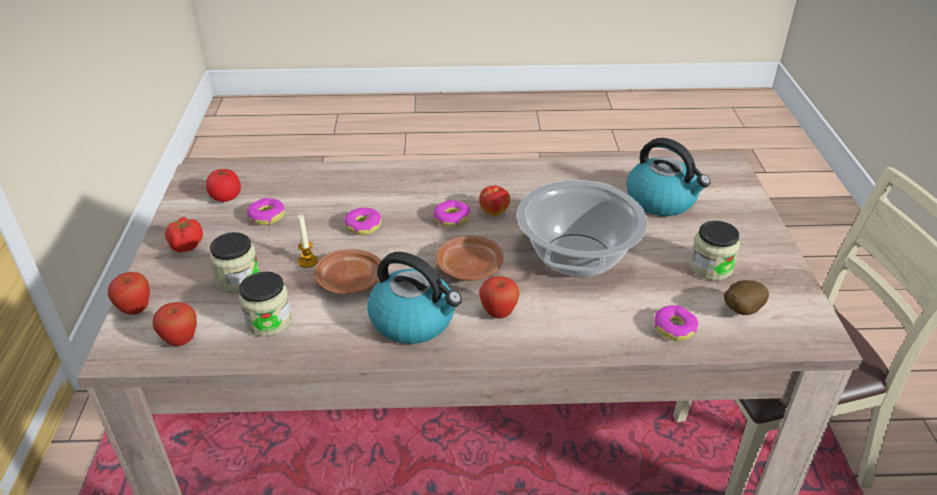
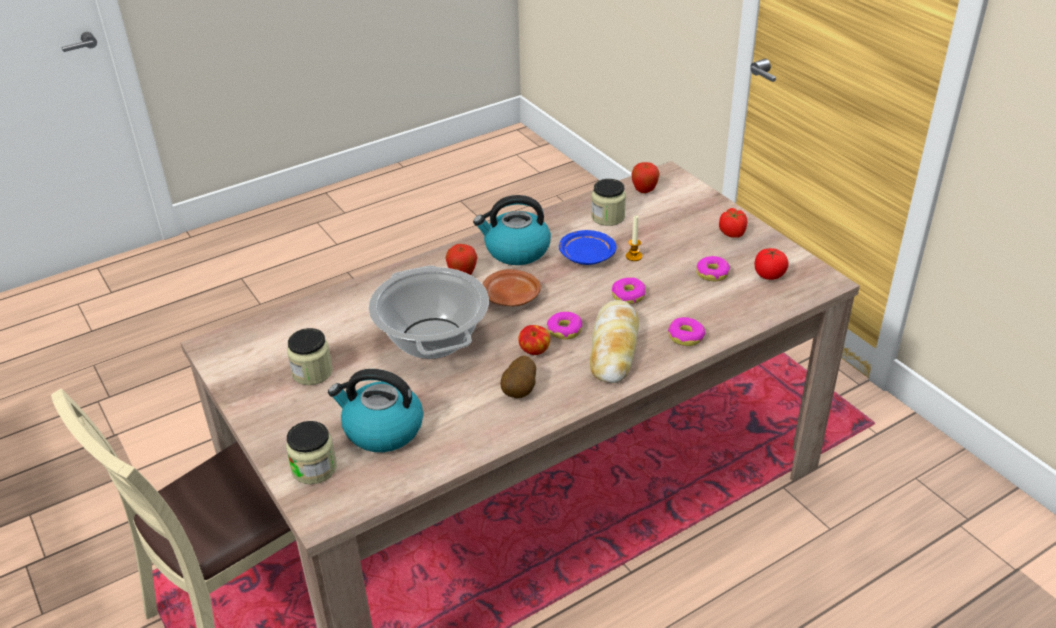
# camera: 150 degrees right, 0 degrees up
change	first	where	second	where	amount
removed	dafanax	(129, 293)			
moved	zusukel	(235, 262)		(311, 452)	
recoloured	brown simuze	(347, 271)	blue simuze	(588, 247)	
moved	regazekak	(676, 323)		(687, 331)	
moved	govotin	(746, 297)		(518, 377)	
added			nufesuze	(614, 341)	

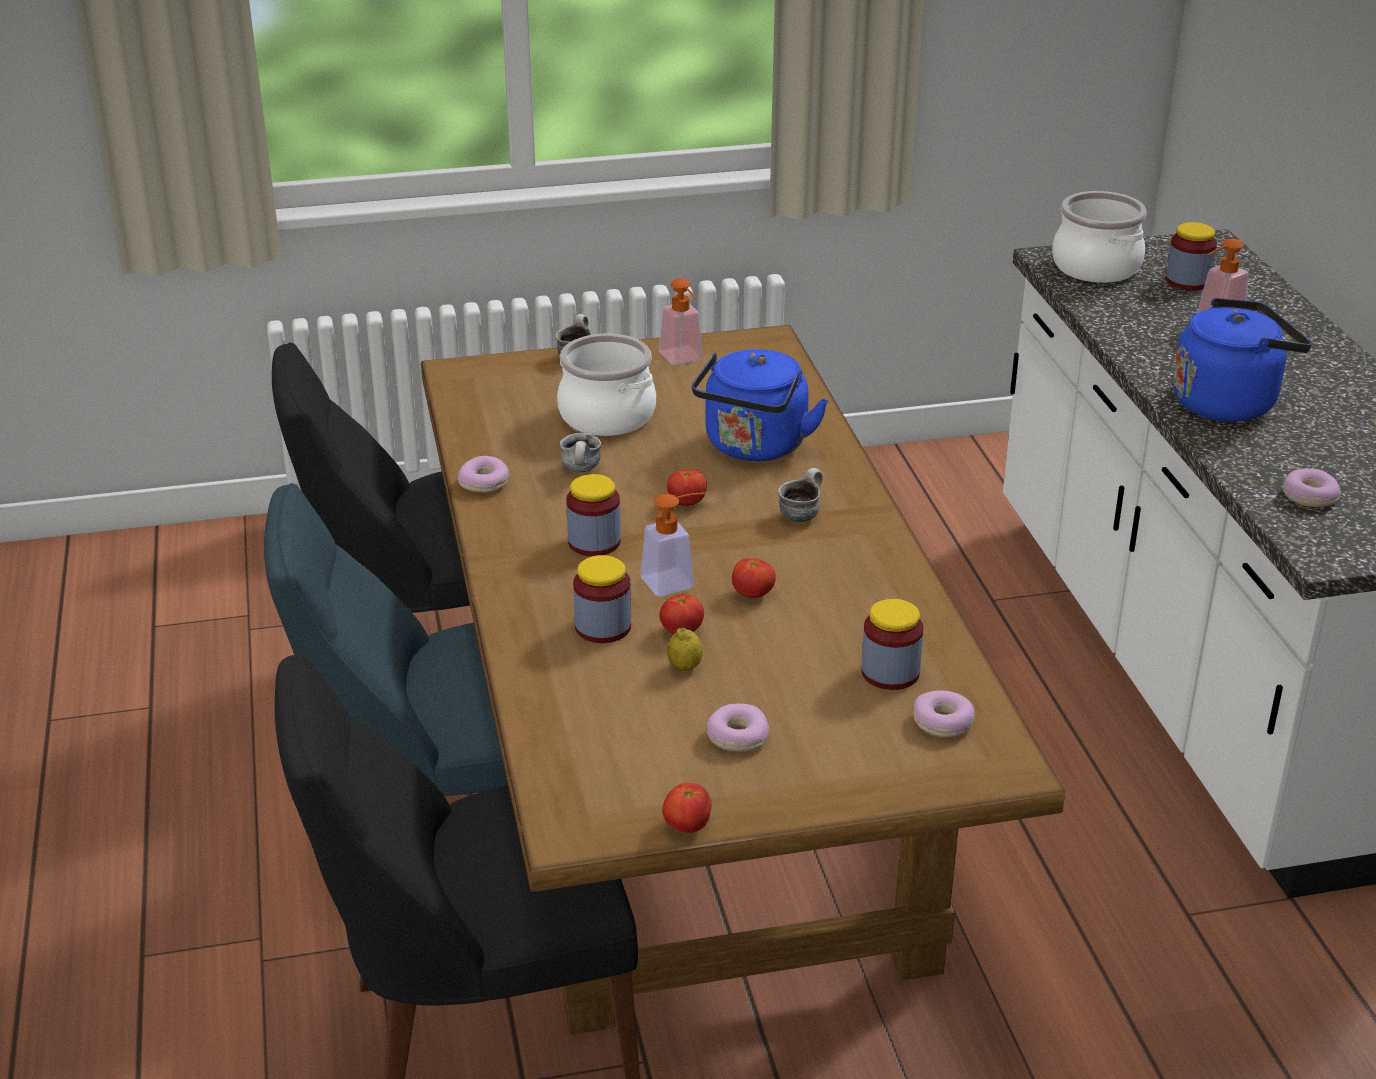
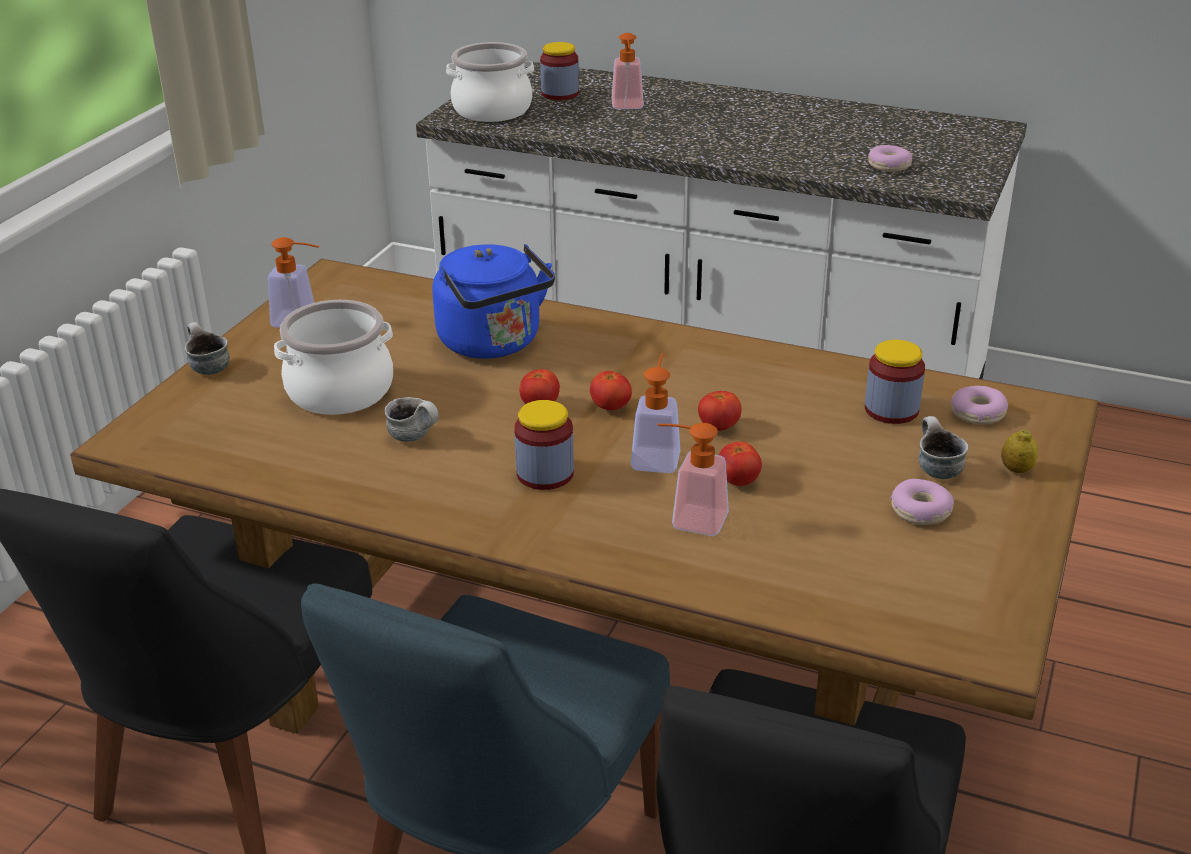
# camera: 55 degrees left, 0 degrees up
change	first	where	second	where	amount
removed	regazekak	(483, 474)			
replaced	zusukel	(602, 599)	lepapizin	(693, 479)	
moved	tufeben	(687, 808)		(611, 390)	
moved	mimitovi	(685, 649)		(1019, 451)	
moved	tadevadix	(800, 495)		(944, 447)	
removed	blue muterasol	(1242, 360)			

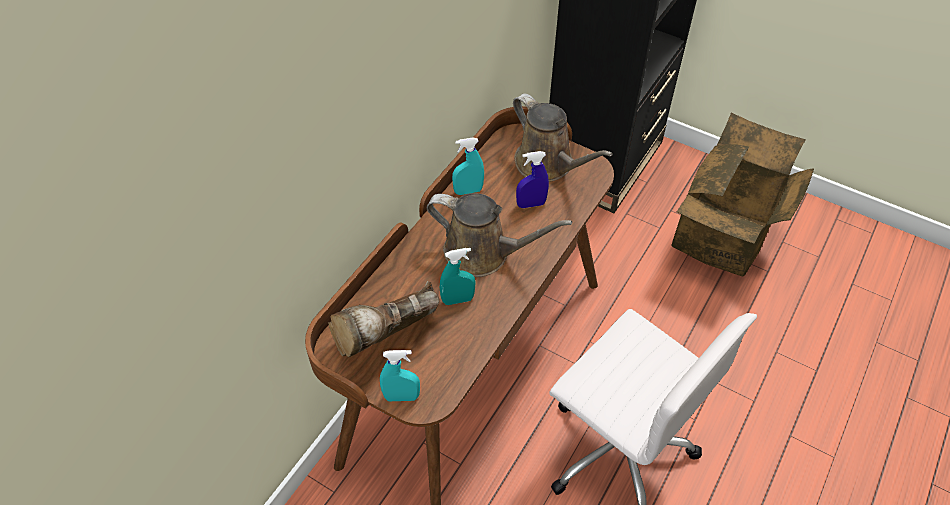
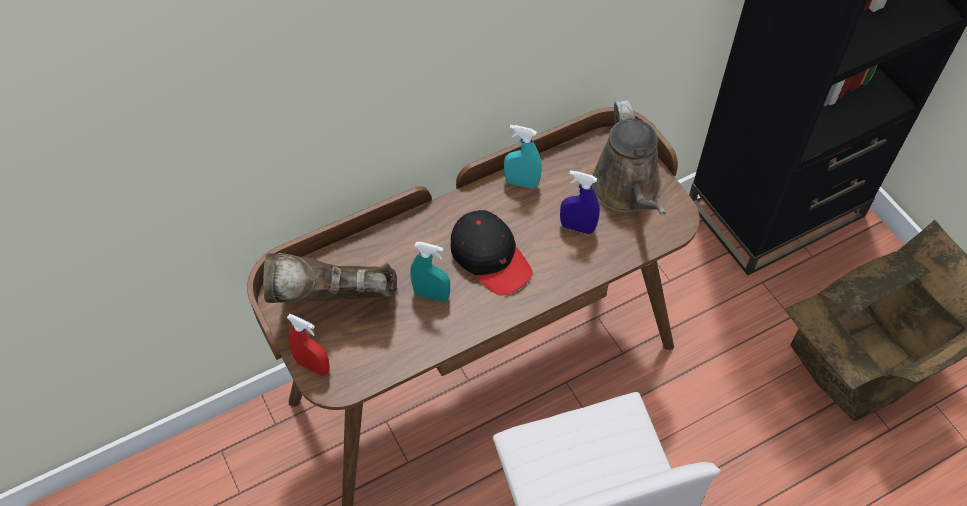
# camera: 30 degrees right, 5 degrees up
change	first	where	second	where	amount
recoloured	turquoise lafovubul	(400, 375)	red lafovubul	(308, 345)	
replaced	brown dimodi	(499, 235)	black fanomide	(491, 253)	

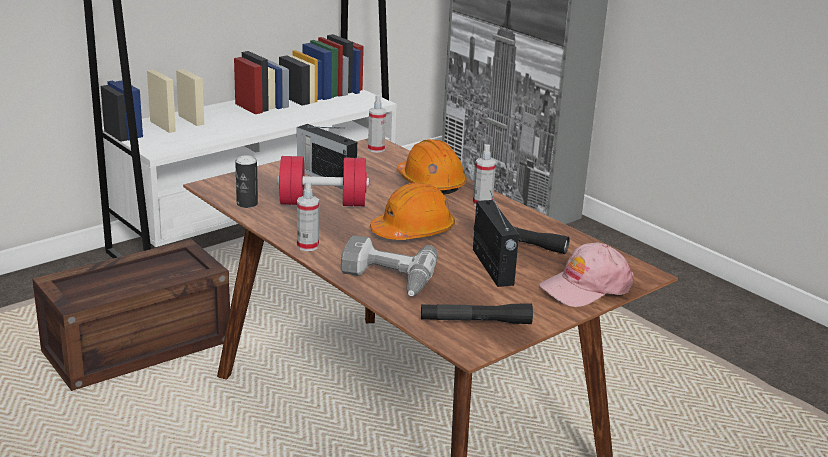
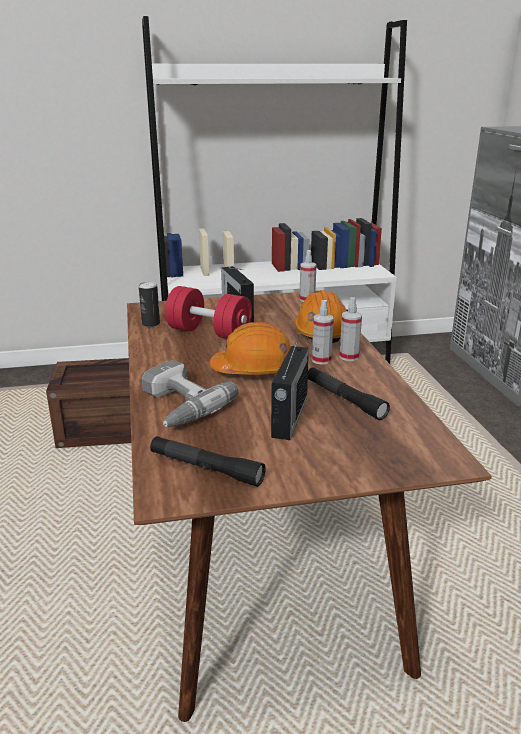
# camera: 30 degrees right, 0 degrees up
change	first	where	second	where	amount
moved	lafovubul	(308, 216)		(323, 332)	
removed	pink fanomide	(586, 274)			

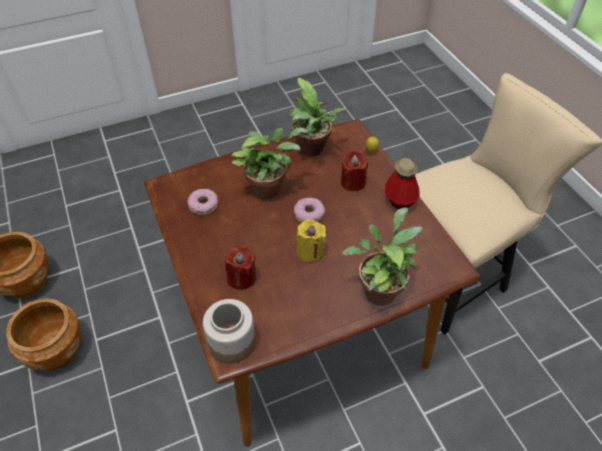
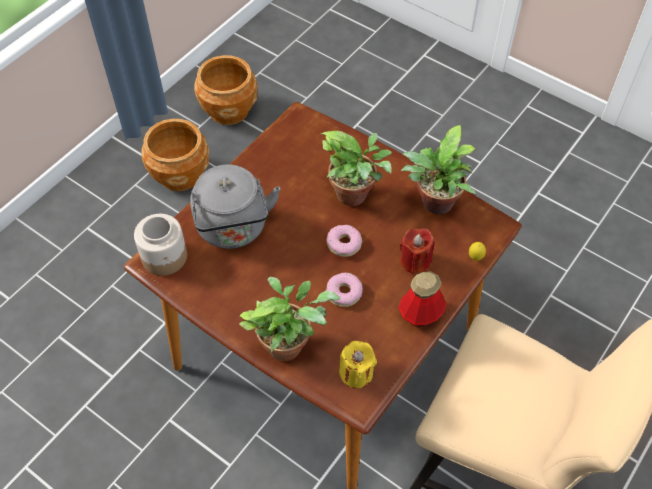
# camera: 60 degrees right, 5 degrees up
change	first	where	second	where	amount
moved	regazekak	(202, 202)		(344, 290)	
replaced	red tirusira	(240, 267)	grey muterasol	(235, 206)	
moved	yellow tirusira	(311, 240)		(358, 364)	

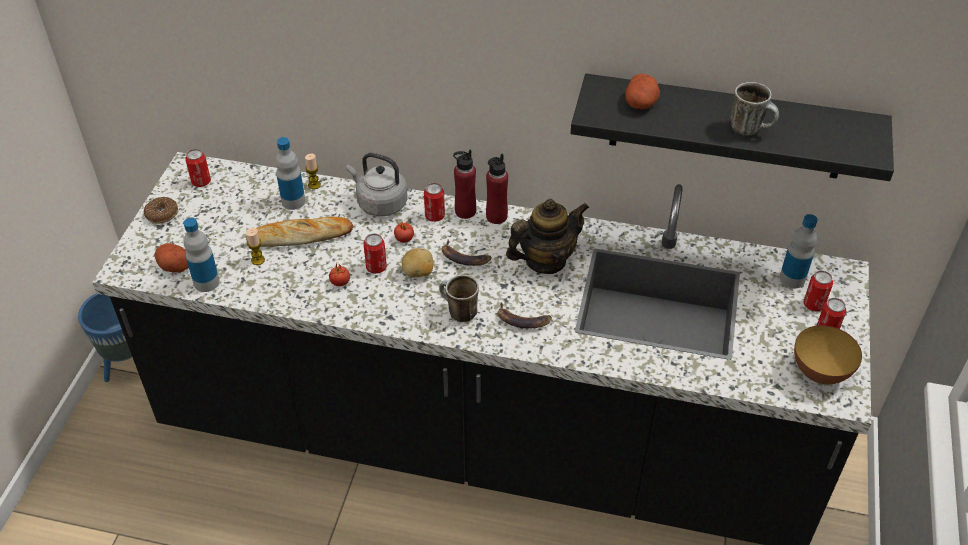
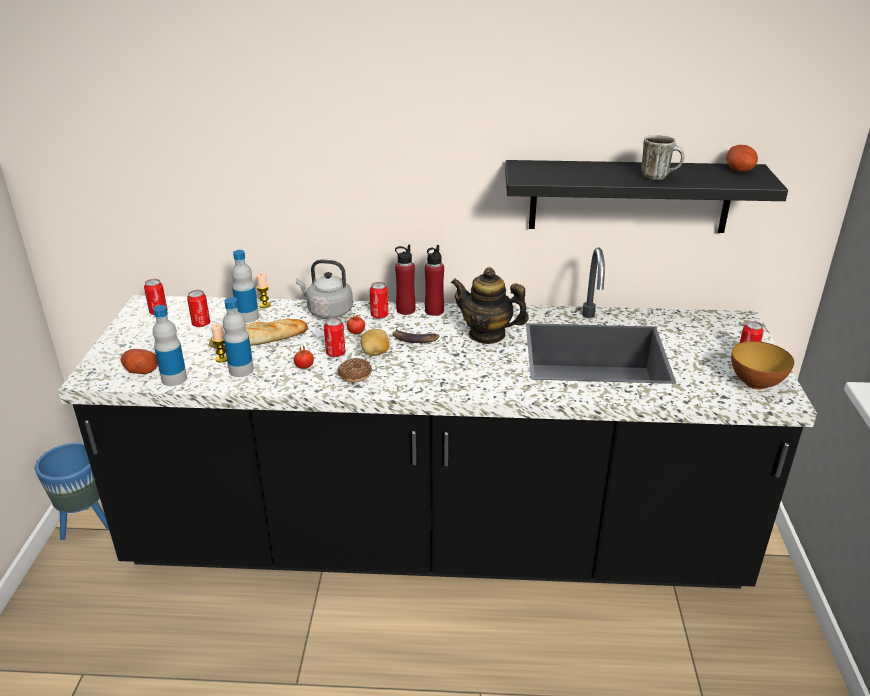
# camera: 10 degrees left, 15 degrees down
change	first	where	second	where	amount
moved	regazekak	(161, 210)		(355, 370)	
removed	tadevadix	(459, 298)			
removed	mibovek	(525, 315)			
turned	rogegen	(547, 236)		(490, 305)	120 degrees counterclockwise
moved	govotin	(642, 91)		(742, 158)	
moved	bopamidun	(798, 251)		(238, 337)	
moved	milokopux	(818, 291)		(198, 308)	

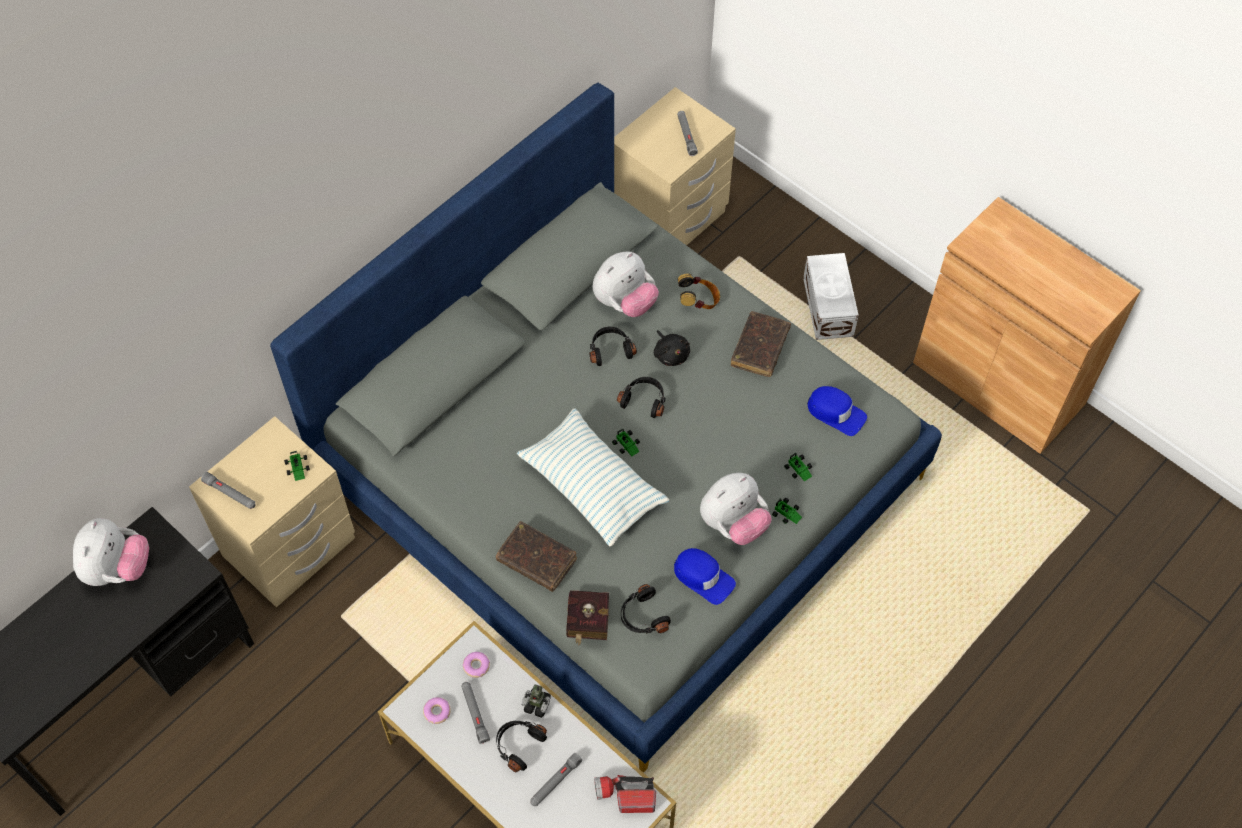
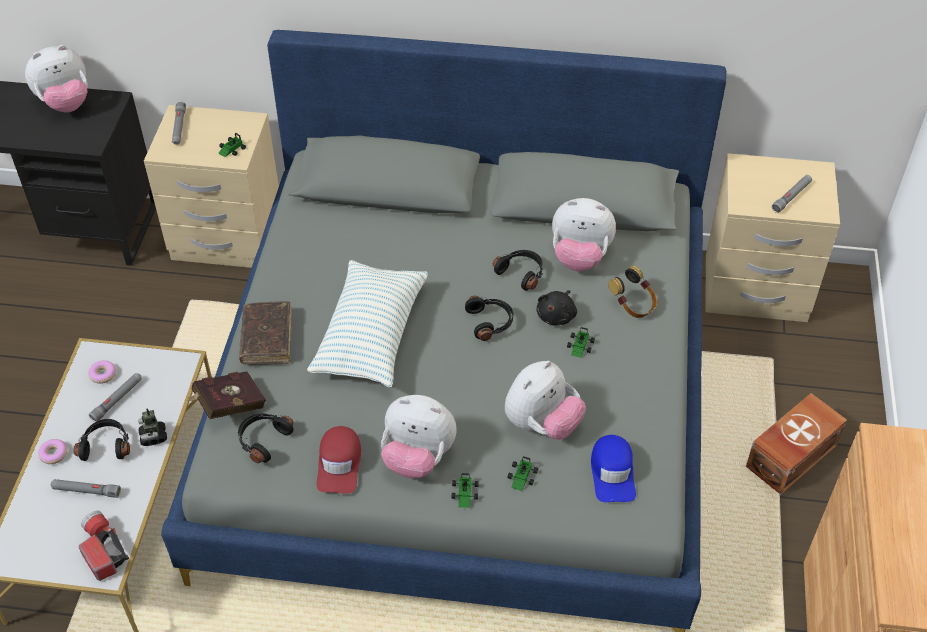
# camera: 55 degrees right, 10 degrees down
change	first	where	second	where	amount
moved	regazekak	(476, 665)		(53, 451)	
moved	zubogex	(626, 442)		(581, 342)	
recoloured	blue fanomide	(705, 576)	red fanomide	(339, 460)	
removed	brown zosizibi	(761, 344)			
recoloured	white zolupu	(831, 296)	brown zolupu	(796, 444)	
added			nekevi	(545, 400)	

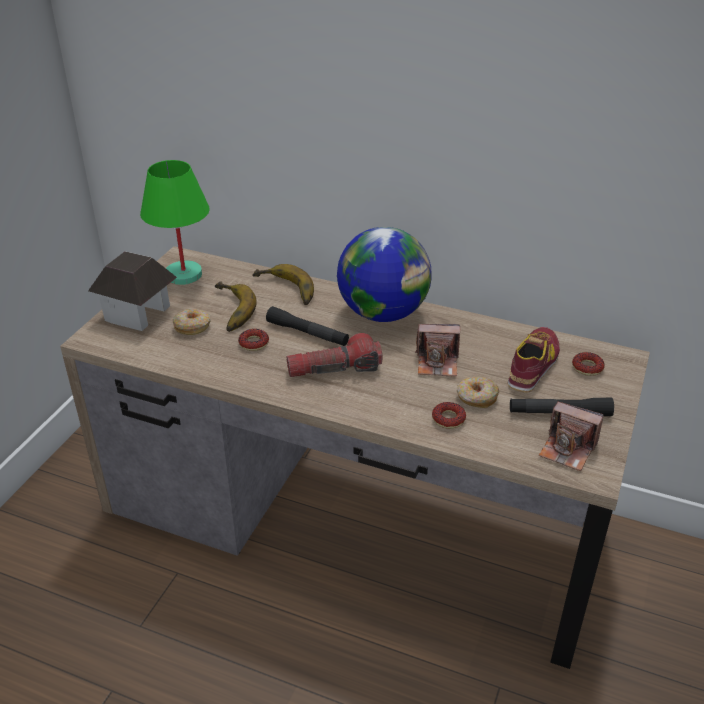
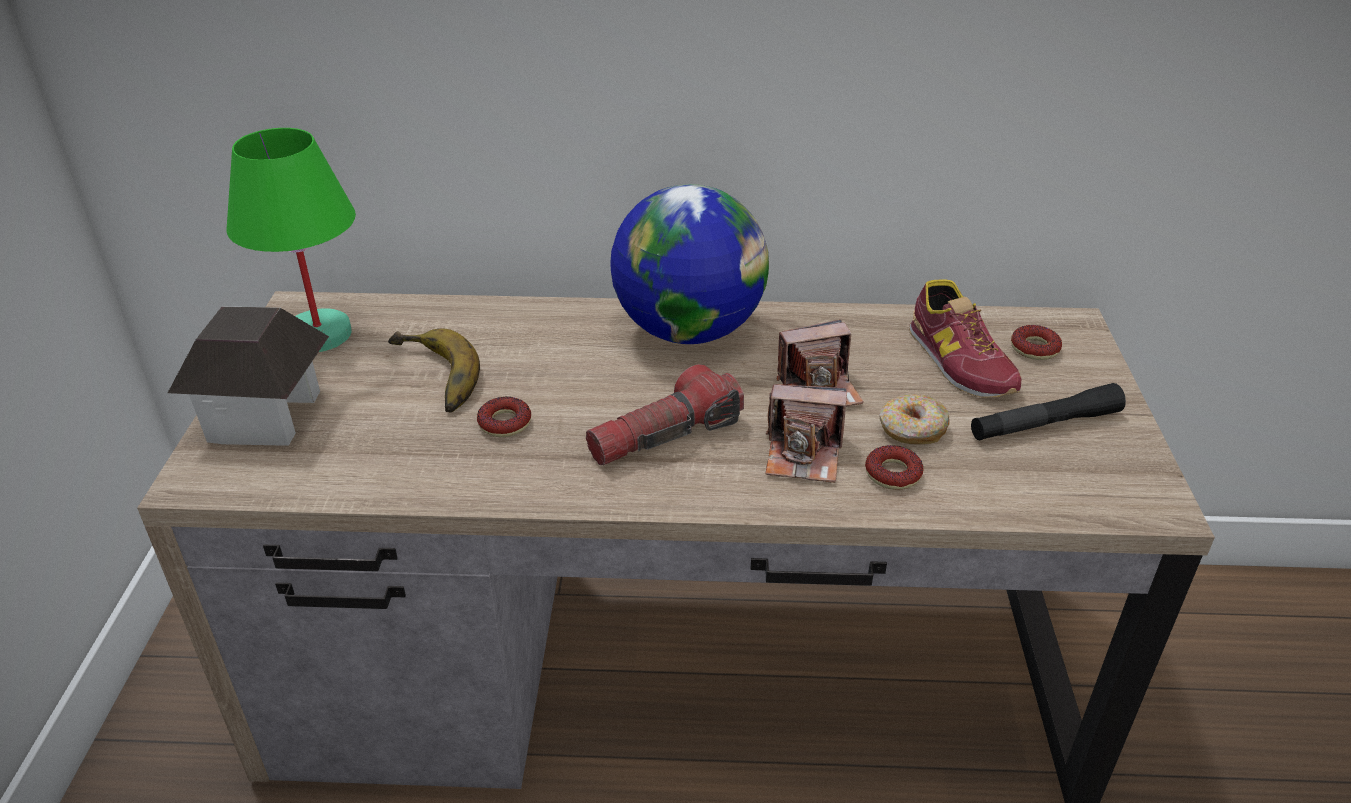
# camera: 20 degrees left, 0 degrees up
change	first	where	second	where	amount
removed	regazekak	(191, 322)			
removed	mibovek	(283, 284)			
removed	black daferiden	(307, 326)			
turned	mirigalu	(533, 360)		(965, 338)	150 degrees clockwise
moved	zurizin	(571, 436)		(806, 433)	

